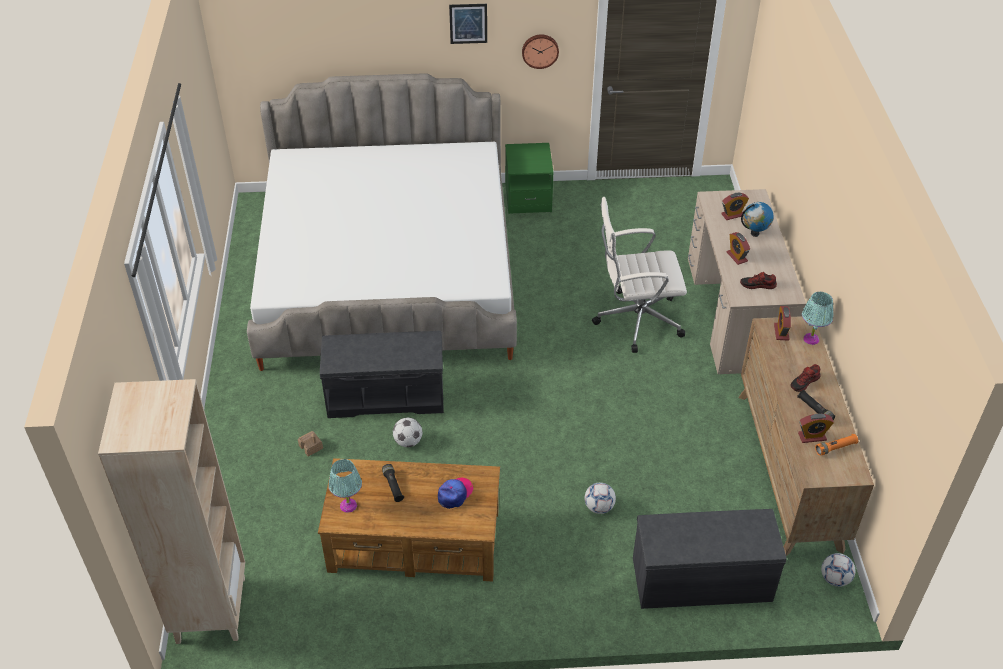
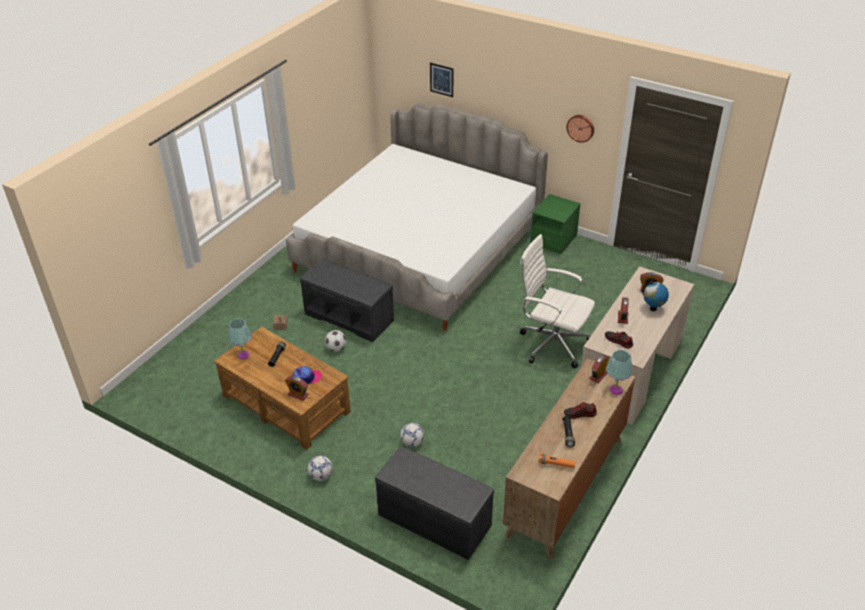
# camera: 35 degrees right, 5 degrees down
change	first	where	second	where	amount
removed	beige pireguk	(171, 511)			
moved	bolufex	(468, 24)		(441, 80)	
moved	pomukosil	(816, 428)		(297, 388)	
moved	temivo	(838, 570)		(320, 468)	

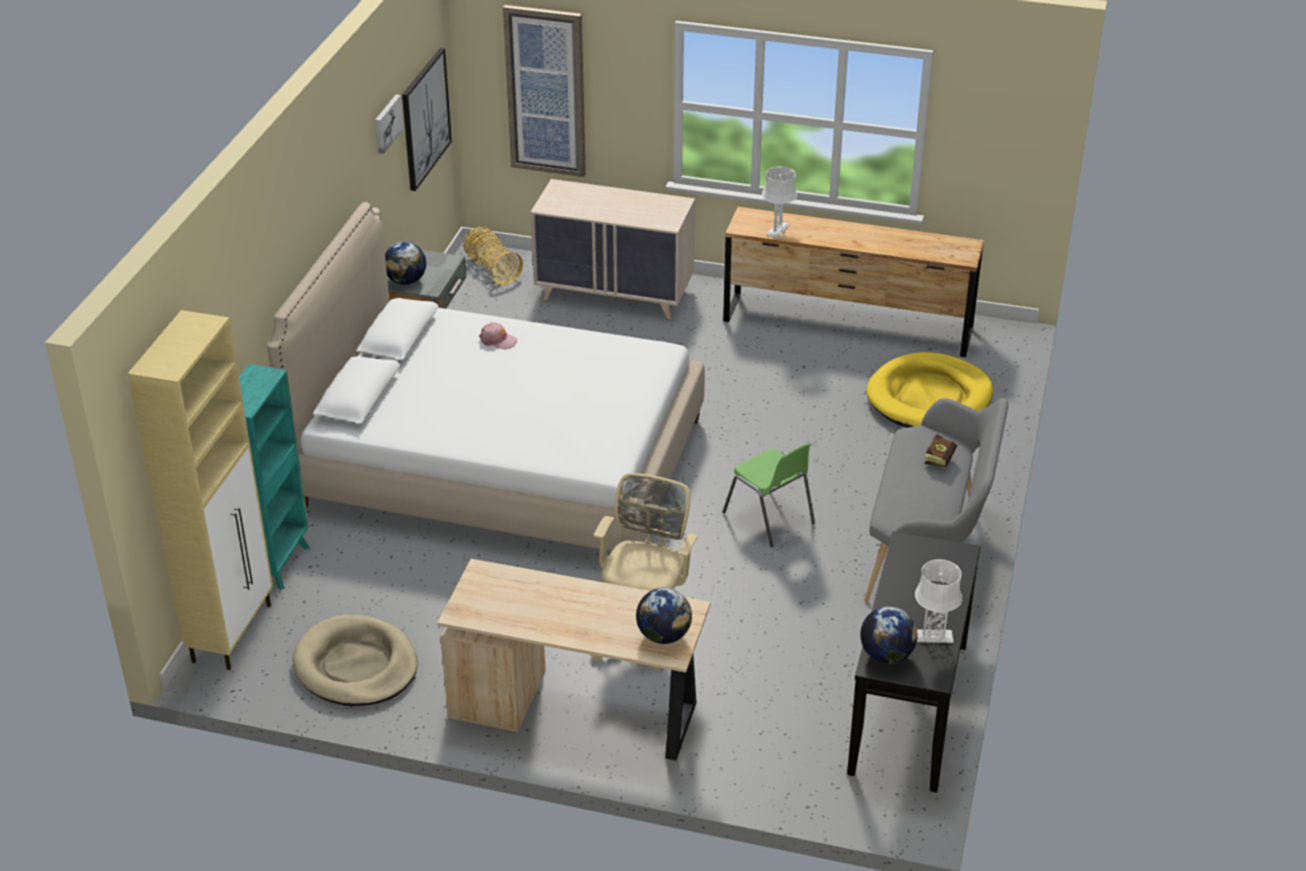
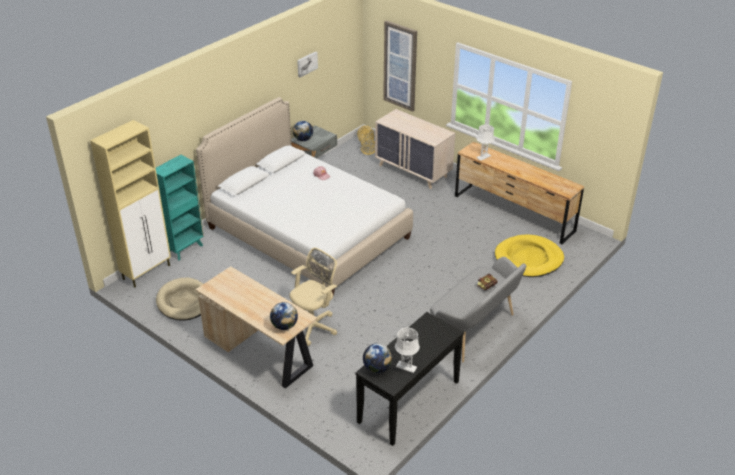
# camera: 25 degrees right, 0 degrees up
change	first	where	second	where	amount
removed	bolufex	(427, 119)			
removed	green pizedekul	(769, 495)			

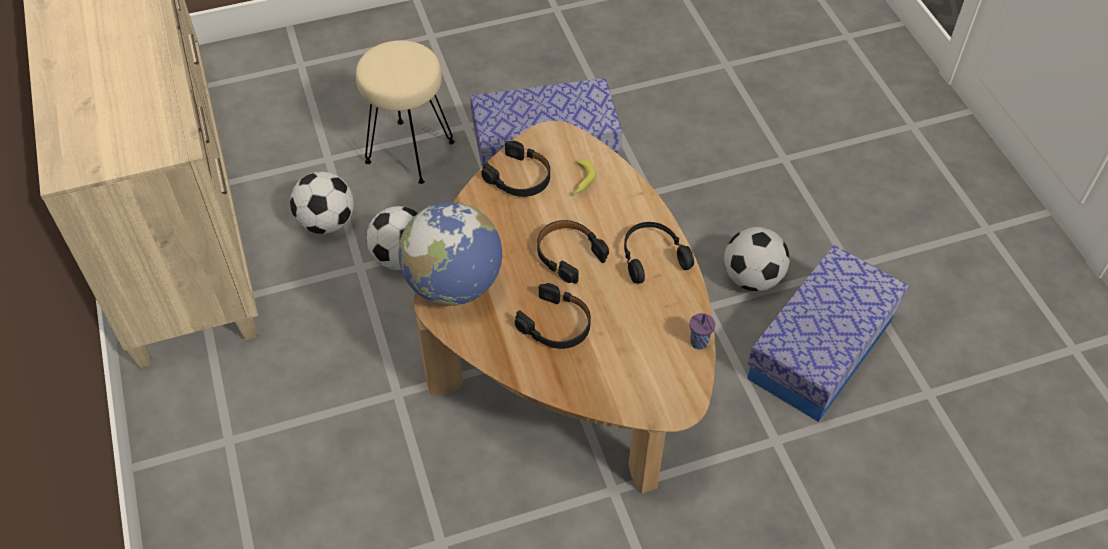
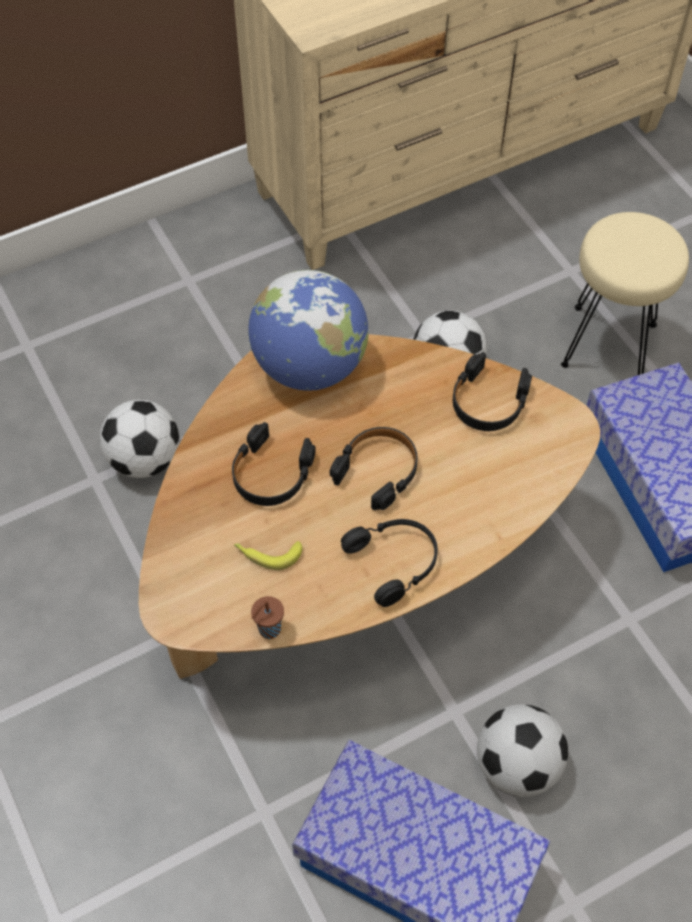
# camera: 80 degrees right, 5 degrees up
change	first	where	second	where	amount
moved	temivo	(322, 203)		(139, 439)	
moved	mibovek	(584, 177)		(268, 555)	
recoloured	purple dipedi	(702, 331)	brown dipedi	(267, 617)	

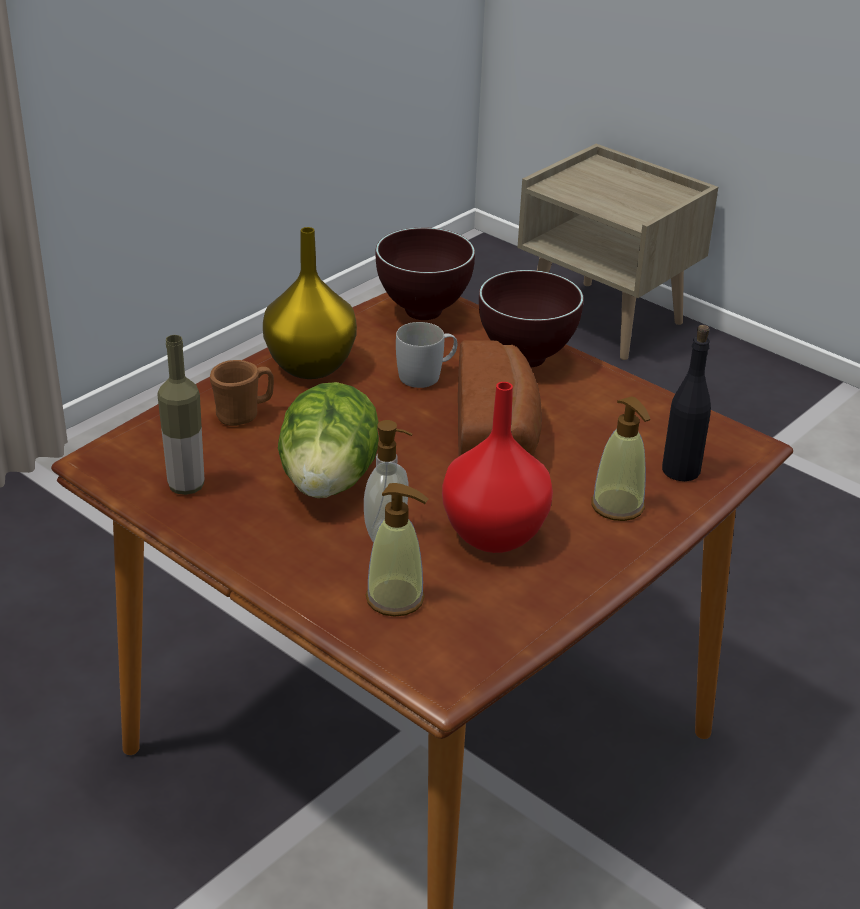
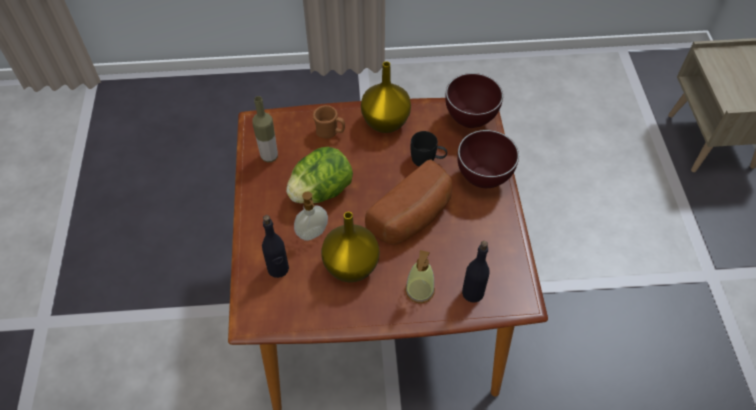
# camera: 45 degrees right, 20 degrees up
change	first	where	second	where	amount
replaced	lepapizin	(397, 550)	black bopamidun	(275, 246)	
recoloured	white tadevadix	(427, 355)	black tadevadix	(429, 149)	
recoloured	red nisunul	(497, 467)	yellow nisunul	(350, 247)	

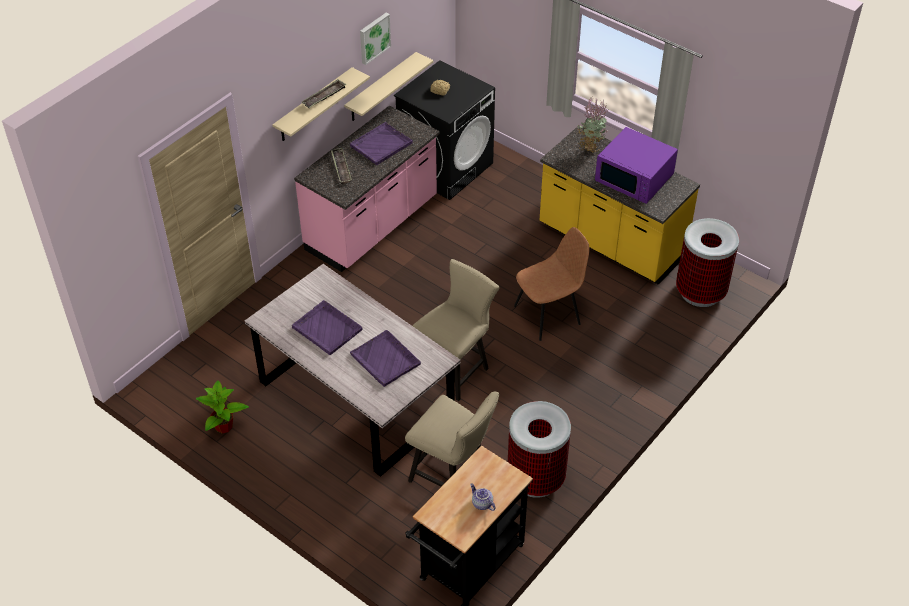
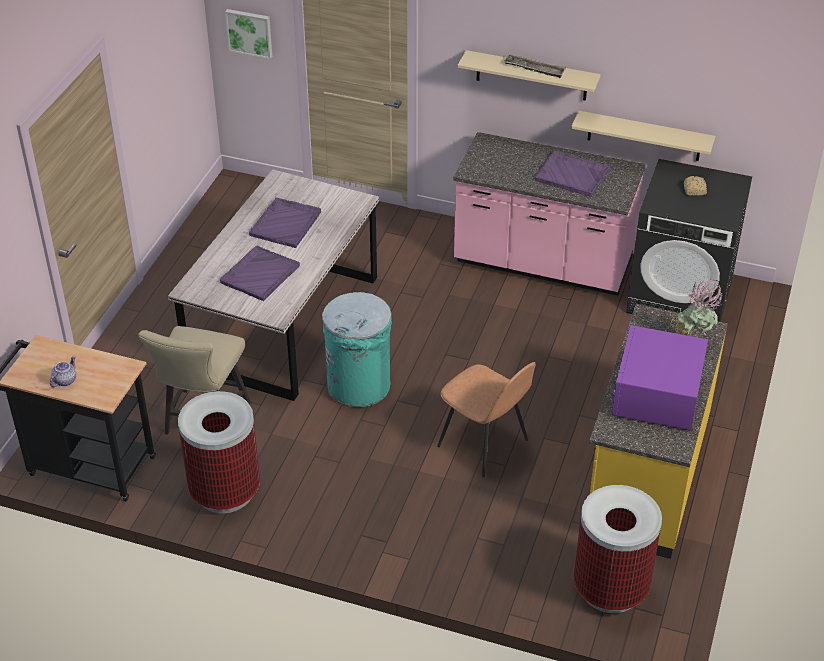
# camera: 70 degrees right, 5 degrees down
change	first	where	second	where	amount
removed	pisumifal	(222, 406)			
removed	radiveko	(341, 166)			
moved	bolufex	(375, 39)		(248, 34)	
replaced	beige pizedekul	(456, 330)	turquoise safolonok	(357, 350)	

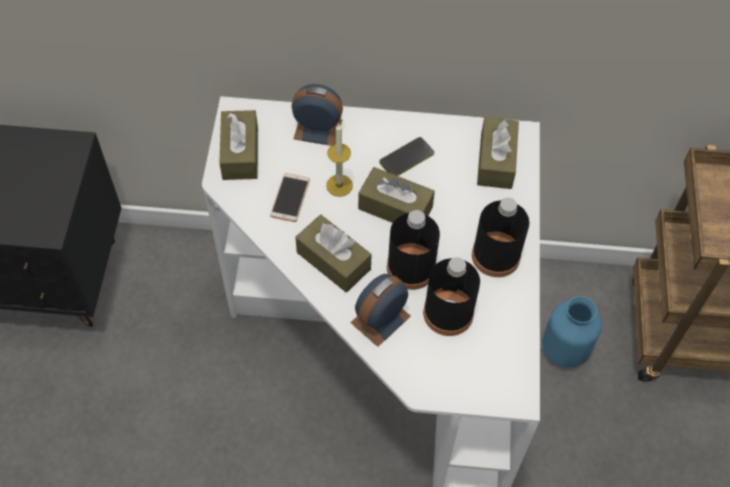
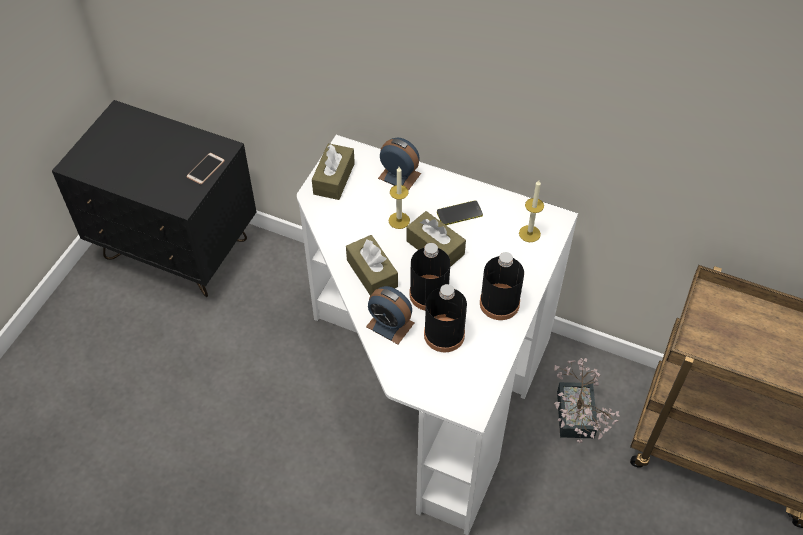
# camera: 20 degrees right, 5 degrees down
change	first	where	second	where	amount
moved	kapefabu	(290, 197)		(205, 169)	
turned	pomukosil	(380, 310)		(390, 315)	120 degrees counterclockwise
replaced	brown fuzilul	(498, 153)	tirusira	(531, 211)	
replaced	blue nisunul	(572, 332)	pisumifal	(586, 400)	

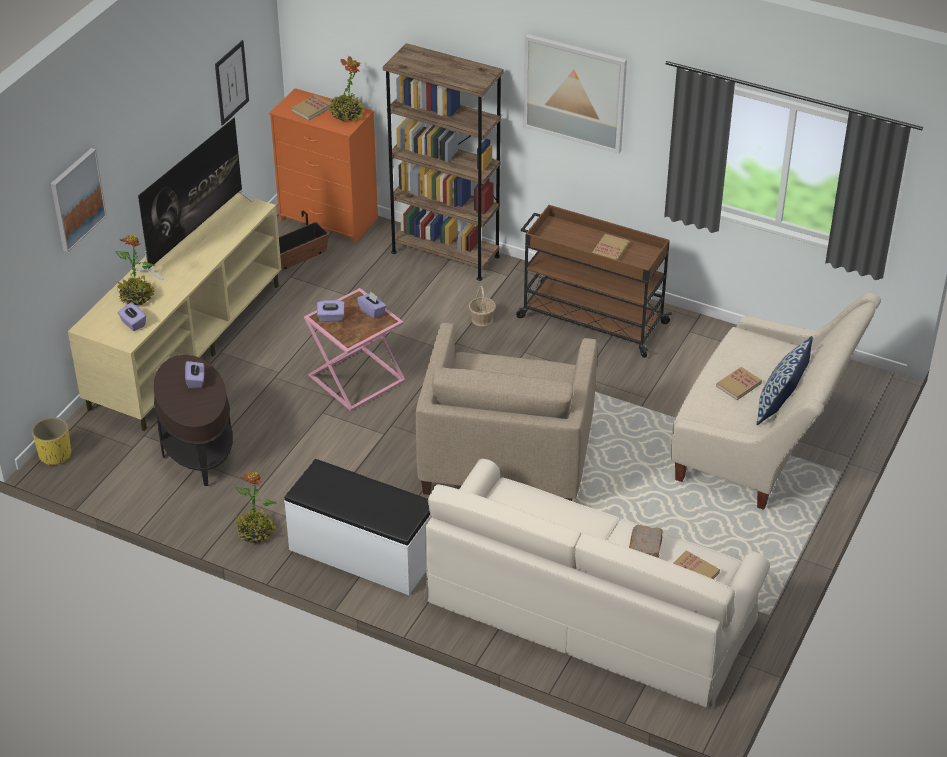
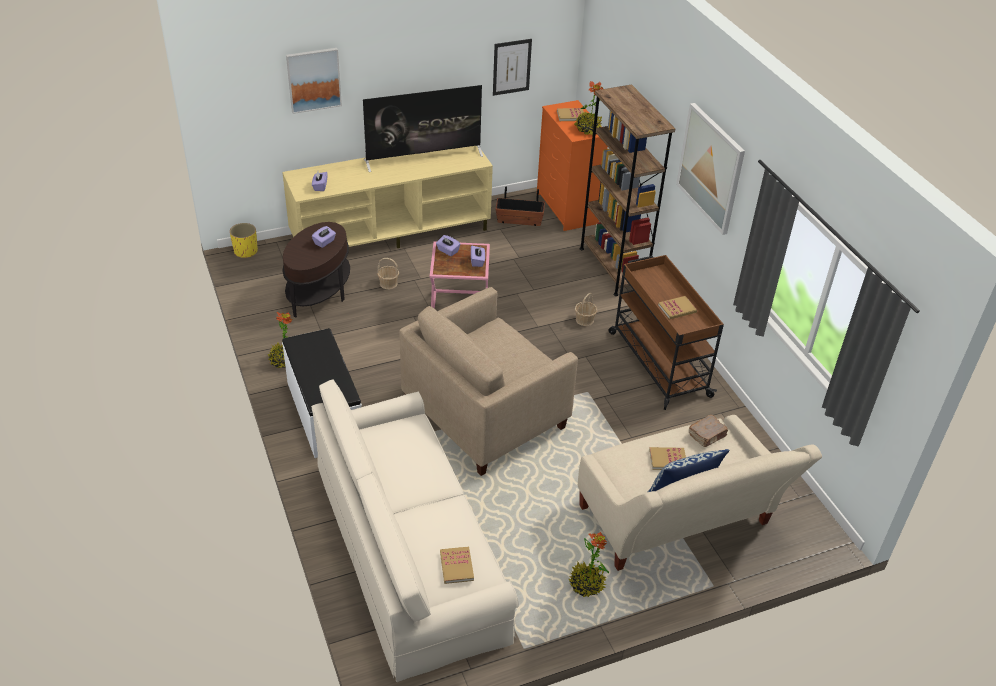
# camera: 40 degrees right, 0 degrees up
change	first	where	second	where	amount
moved	pisumifal	(135, 270)		(588, 564)	
moved	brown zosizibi	(646, 541)		(708, 431)	
added			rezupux	(388, 273)	

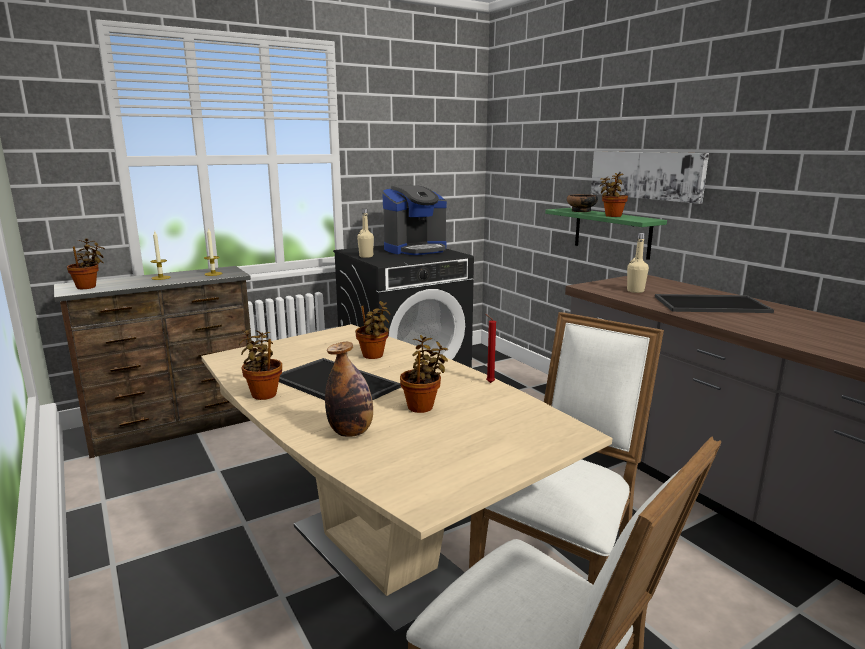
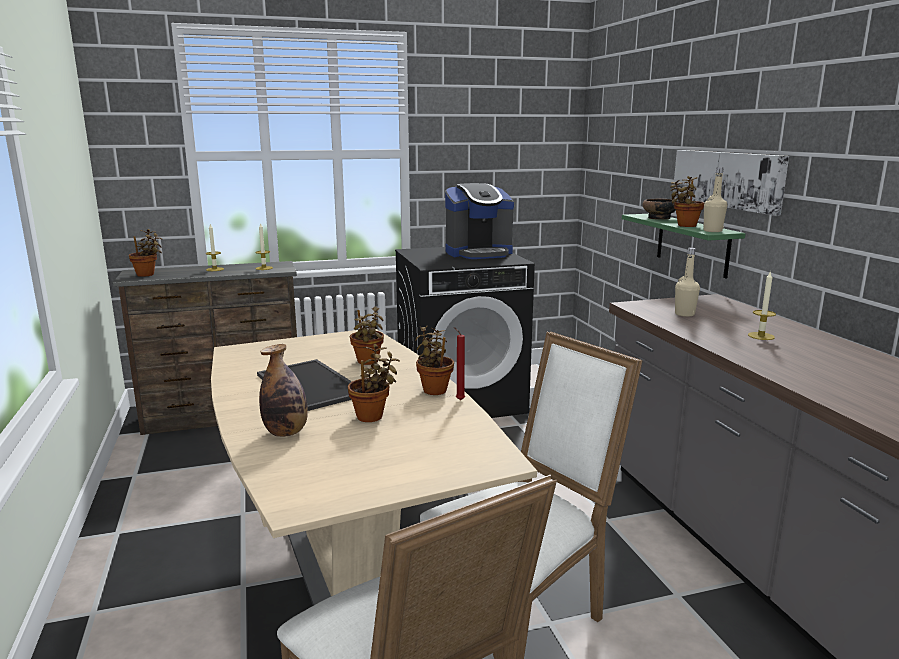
# camera: 15 degrees right, 0 degrees up
change	first	where	second	where	amount
moved	pisumifal	(260, 364)		(434, 360)	
moved	beige bopamidun	(365, 233)		(715, 199)	
replaced	radiveko	(714, 303)	tirusira	(762, 305)	

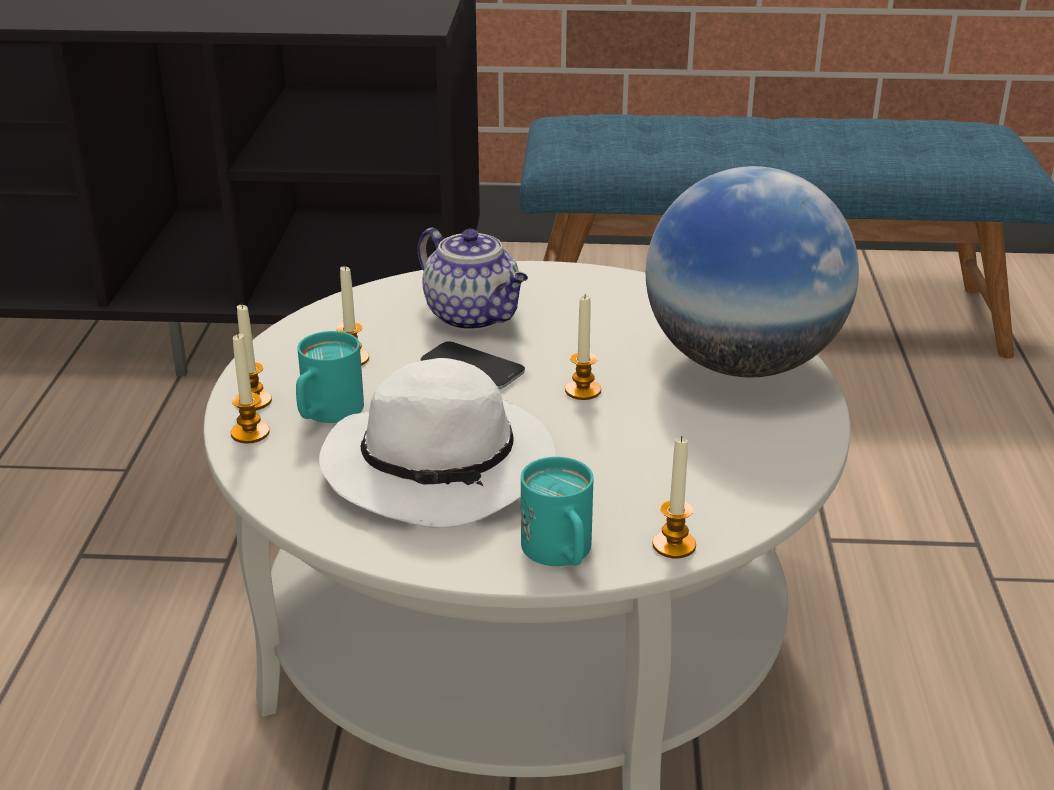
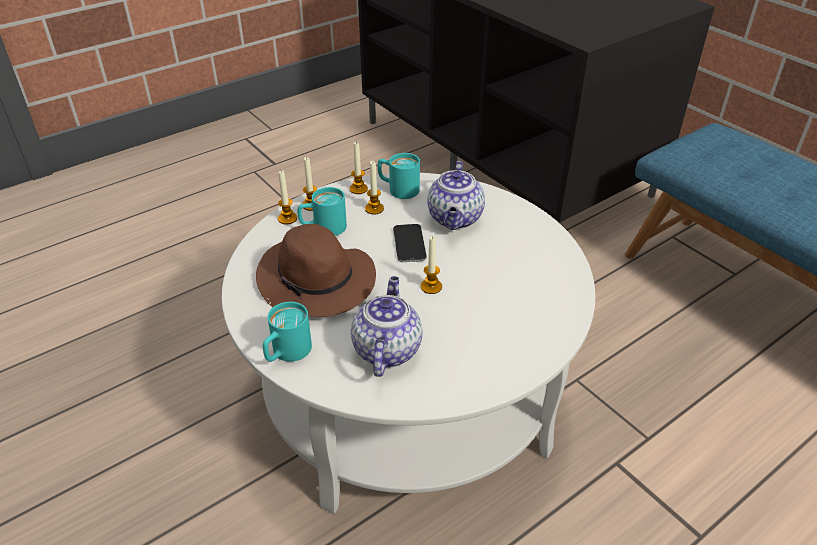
# camera: 50 degrees right, 10 degrees up
change	first	where	second	where	amount
recoloured	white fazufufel	(437, 443)	brown fazufufel	(316, 270)	
removed	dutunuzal	(752, 272)			
moved	tirusira	(674, 497)		(359, 168)	
added			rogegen	(386, 326)	
added			turquoise tadevadix	(399, 176)	

